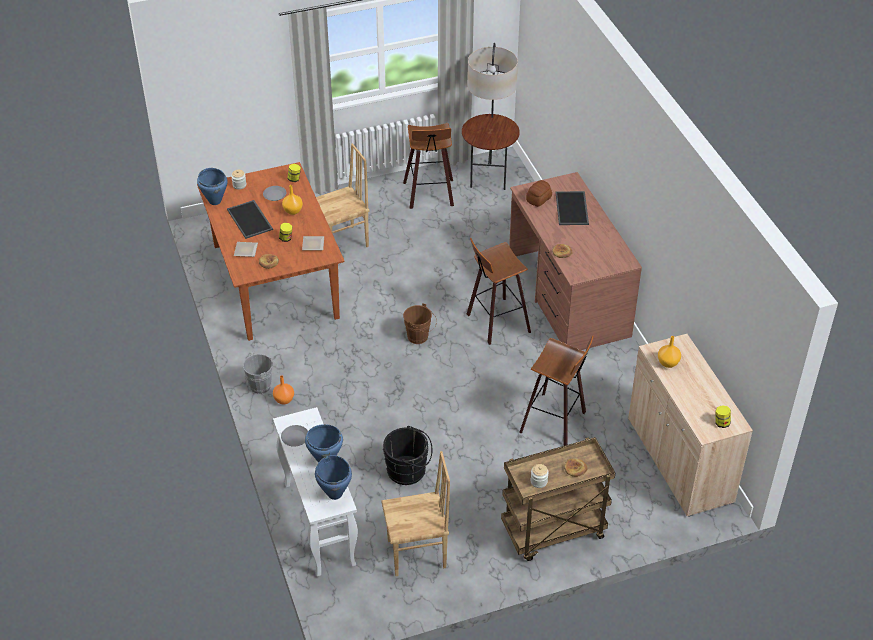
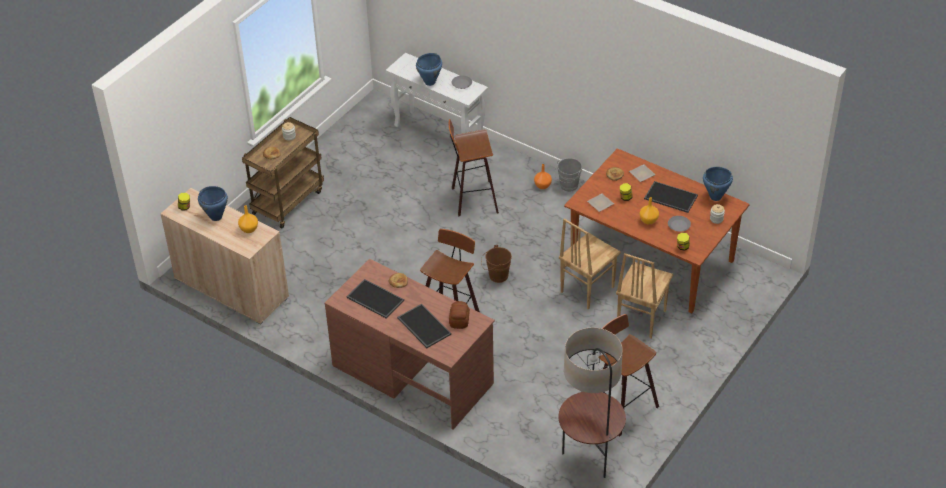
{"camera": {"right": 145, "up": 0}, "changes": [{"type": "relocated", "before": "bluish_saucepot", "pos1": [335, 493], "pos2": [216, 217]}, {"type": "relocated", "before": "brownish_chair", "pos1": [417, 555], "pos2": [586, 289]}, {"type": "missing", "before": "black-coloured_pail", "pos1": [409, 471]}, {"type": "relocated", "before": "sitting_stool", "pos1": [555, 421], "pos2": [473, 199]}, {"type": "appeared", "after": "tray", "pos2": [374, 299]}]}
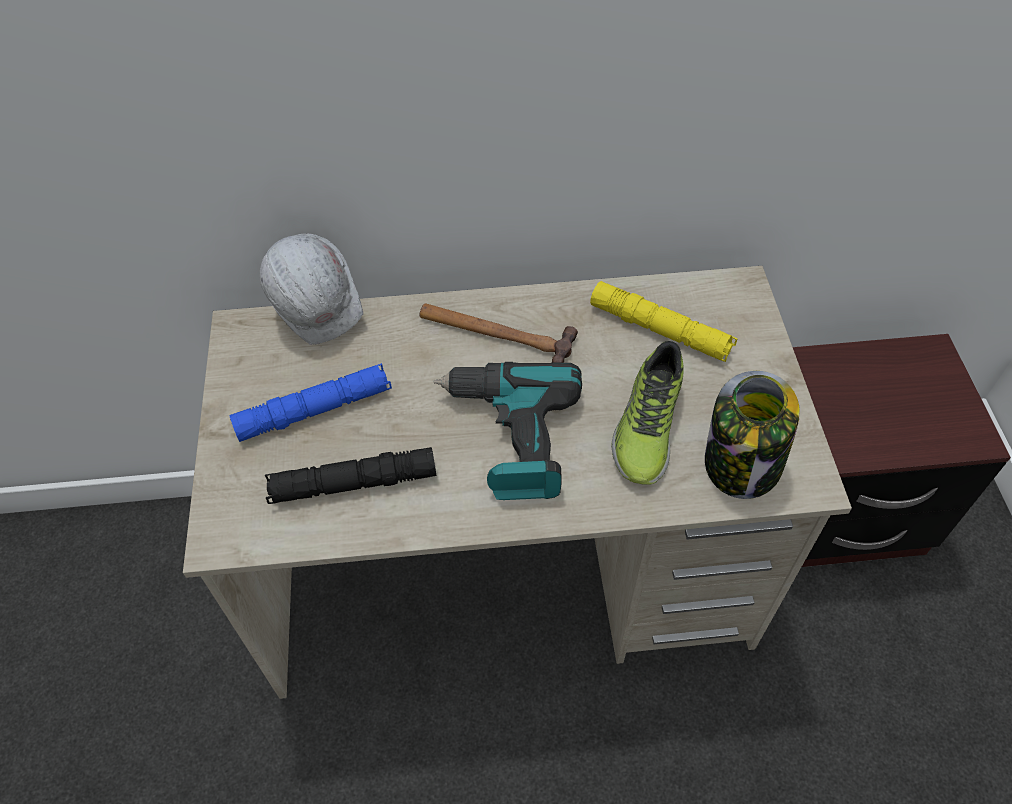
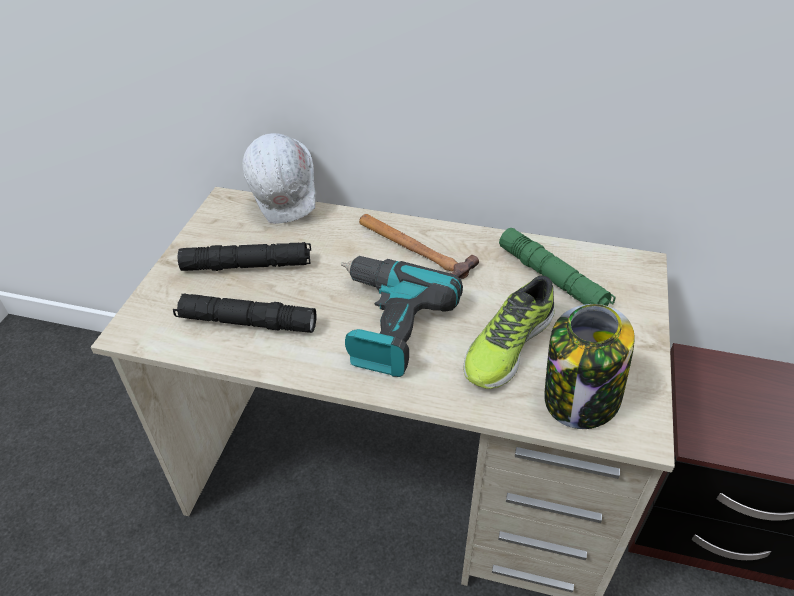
{"camera": {"right": 20, "up": -10}, "changes": [{"type": "colour", "before": "bluish_torch", "after": "black-coloured_torch", "pos1": [314, 410], "pos2": [247, 265]}, {"type": "colour", "before": "yellowish_torch", "after": "green-coloured_torch", "pos1": [660, 330], "pos2": [552, 278]}]}
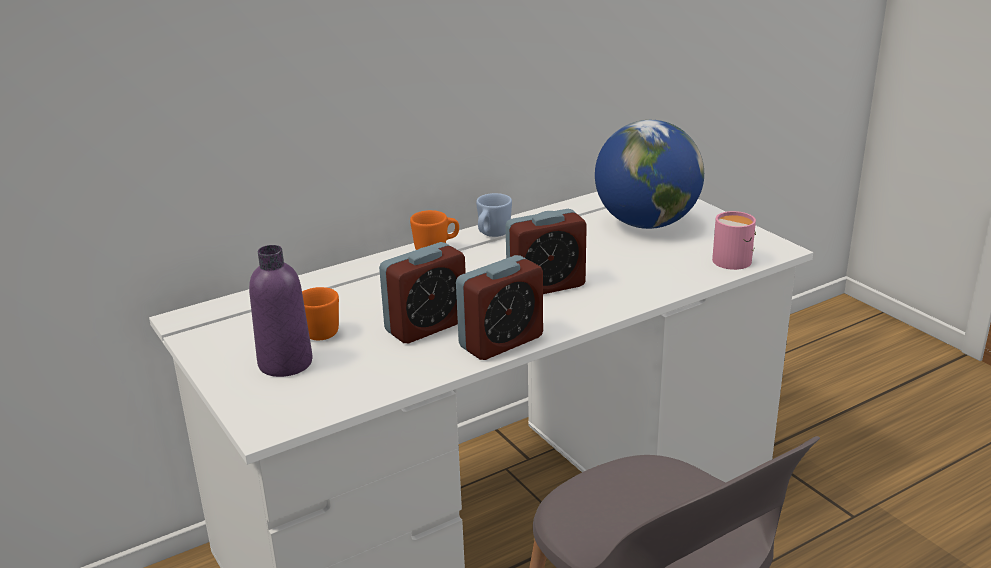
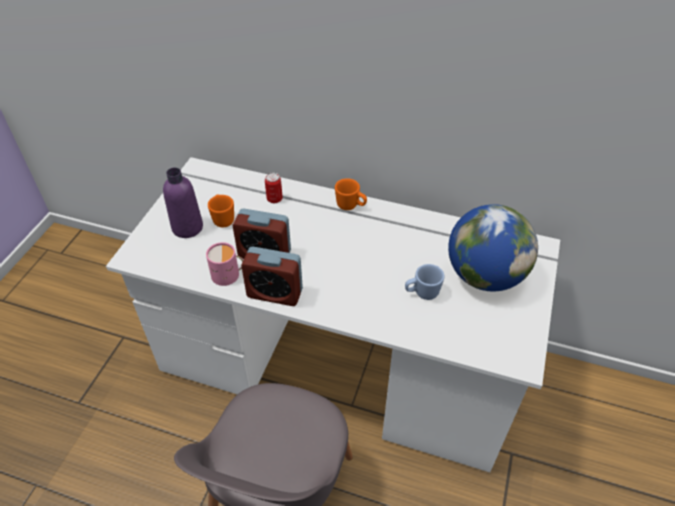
{"camera": {"right": 50, "up": 20}, "changes": [{"type": "relocated", "before": "bluish_coffee_mug", "pos1": [492, 235], "pos2": [422, 293]}, {"type": "missing", "before": "table_clock", "pos1": [546, 286]}, {"type": "relocated", "before": "pinkish_coffee_mug", "pos1": [734, 259], "pos2": [228, 275]}, {"type": "appeared", "after": "can", "pos2": [274, 199]}]}
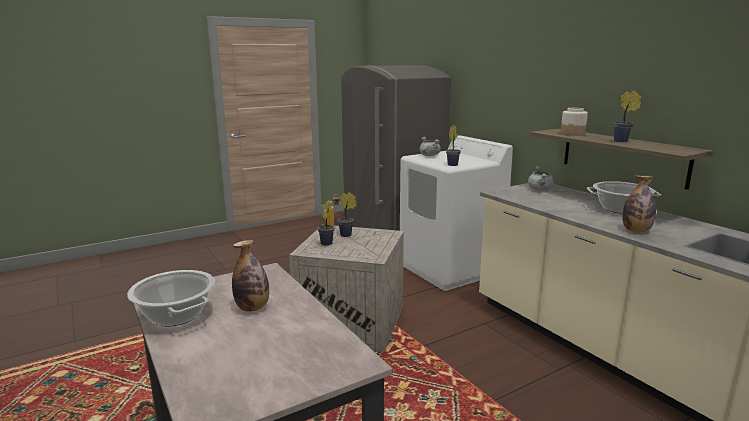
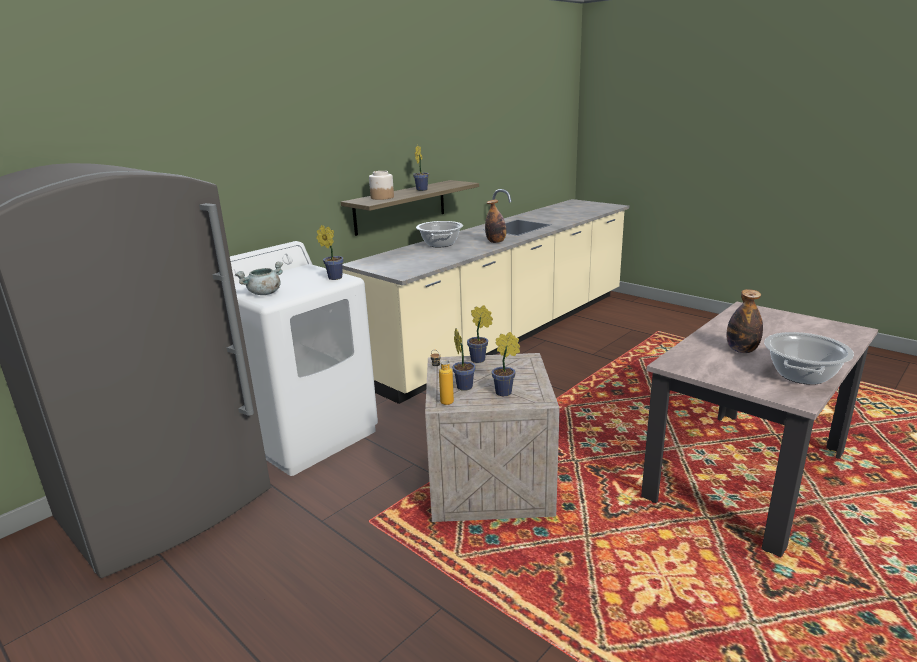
{"camera": {"right": -105, "up": 5}, "changes": [{"type": "missing", "before": "grey_saucepot", "pos1": [540, 190]}, {"type": "appeared", "after": "potted_plant", "pos2": [480, 360]}]}
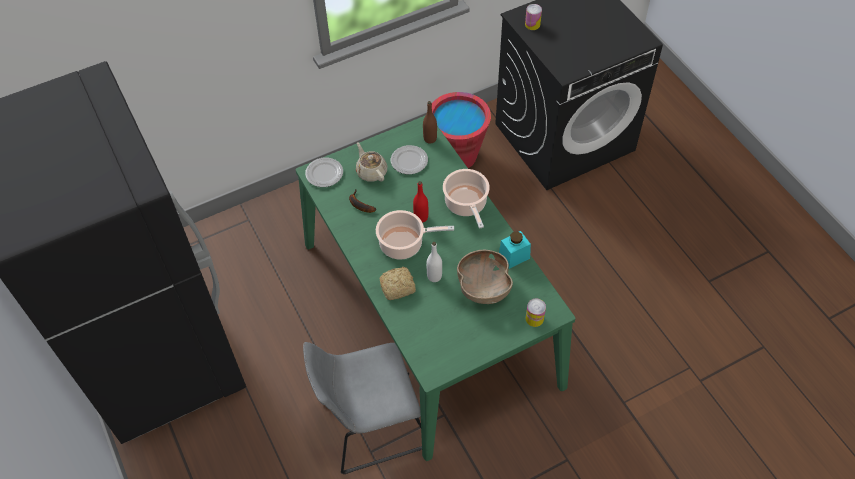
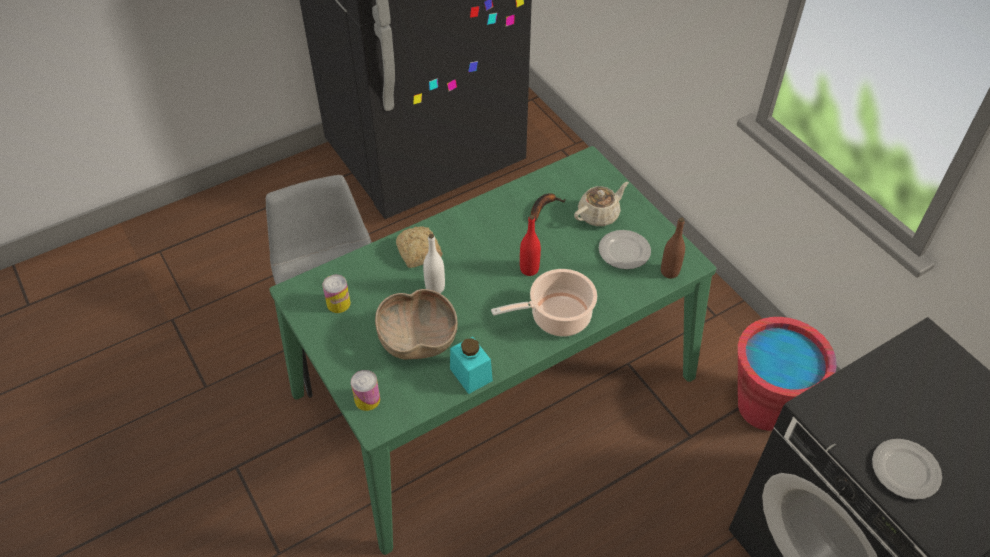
{"camera": {"right": 85, "up": -5}, "changes": [{"type": "relocated", "before": "plate", "pos1": [324, 173], "pos2": [905, 471]}, {"type": "missing", "before": "saucepot", "pos1": [404, 244]}, {"type": "relocated", "before": "can", "pos1": [532, 24], "pos2": [338, 303]}]}
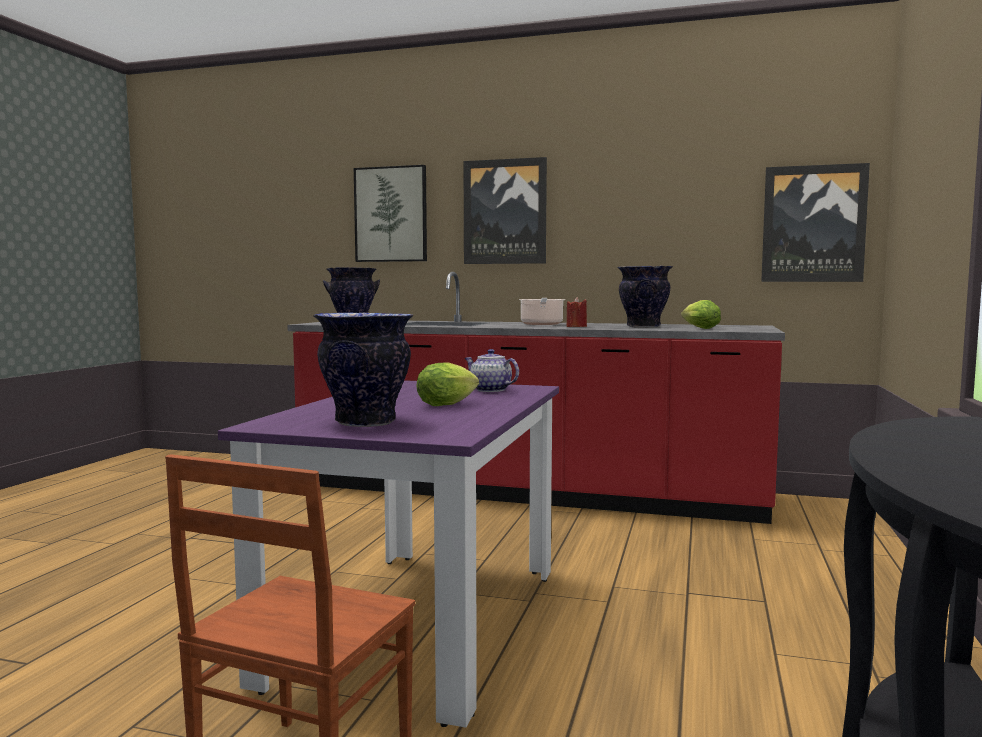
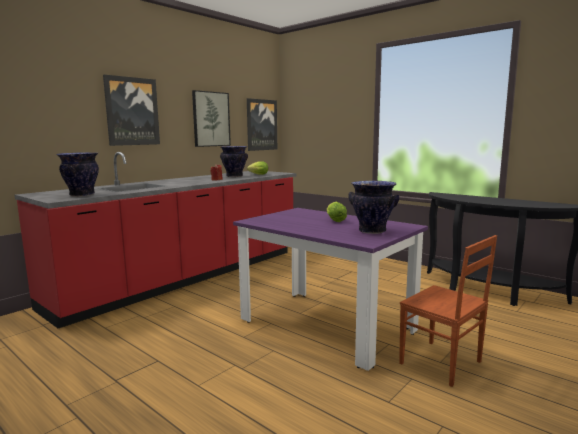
{"camera": {"right": -65, "up": 5}, "changes": [{"type": "relocated", "before": "wall_art", "pos1": [391, 214], "pos2": [211, 119]}, {"type": "missing", "before": "teapot", "pos1": [489, 390]}, {"type": "missing", "before": "saucepot", "pos1": [541, 324]}]}
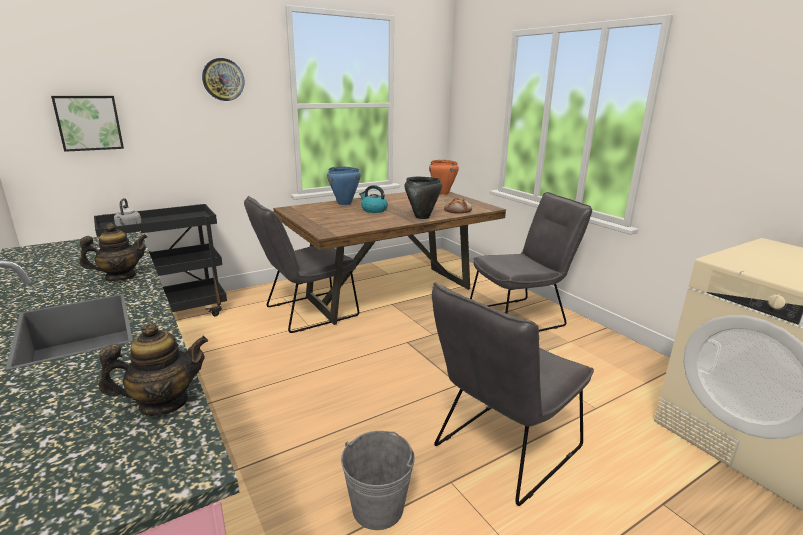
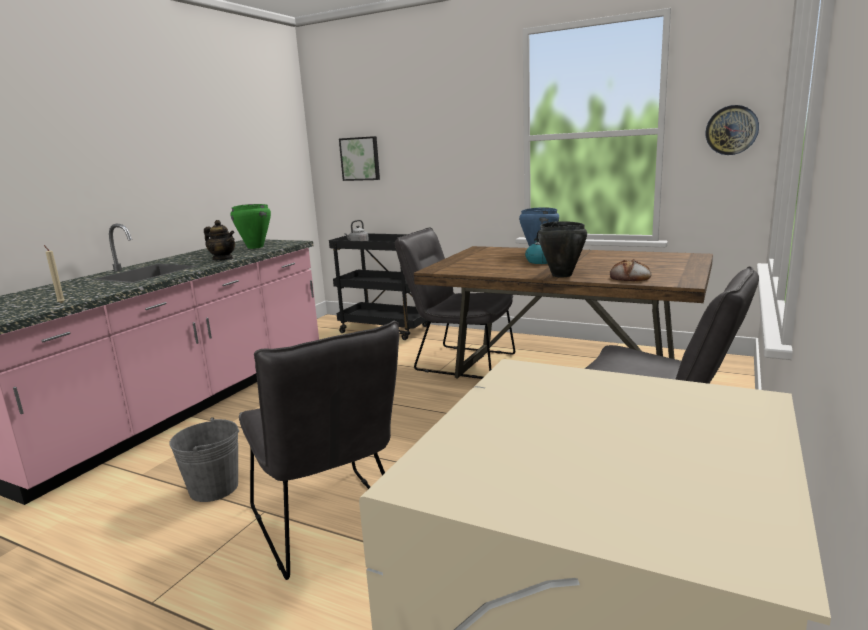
{"camera": {"right": 60, "up": -5}, "changes": [{"type": "exchanged", "before": "teapot", "after": "sand-coloured_wax_candle", "pos1": [163, 403], "pos2": [61, 303]}, {"type": "relocated", "before": "clock_on_the_wall", "pos1": [223, 79], "pos2": [731, 130]}, {"type": "missing", "before": "orange_saucepot", "pos1": [442, 193]}, {"type": "spun", "before": "grey_chair", "pos1": [501, 451], "pos2": [330, 526], "turn": -135}, {"type": "appeared", "after": "green-coloured_saucepot", "pos2": [255, 247]}]}
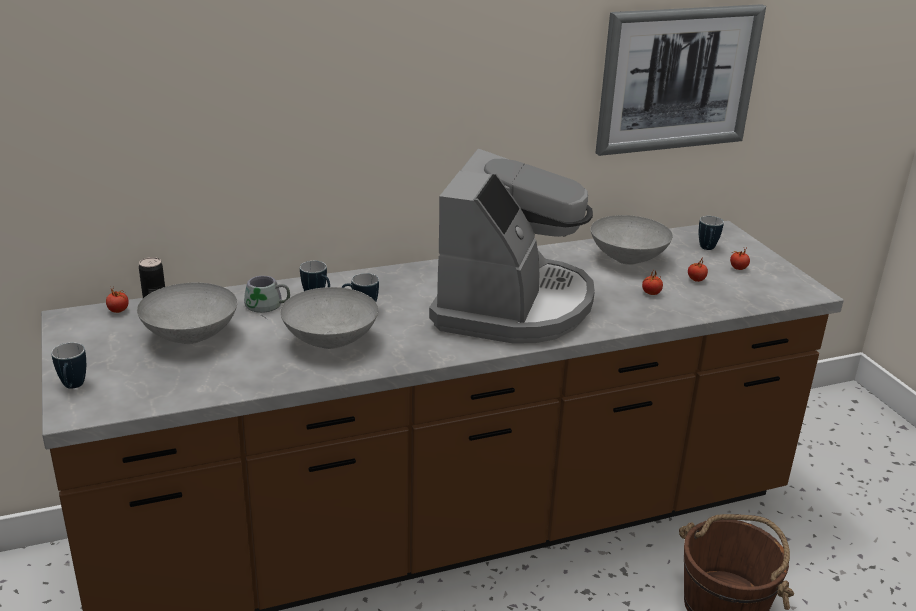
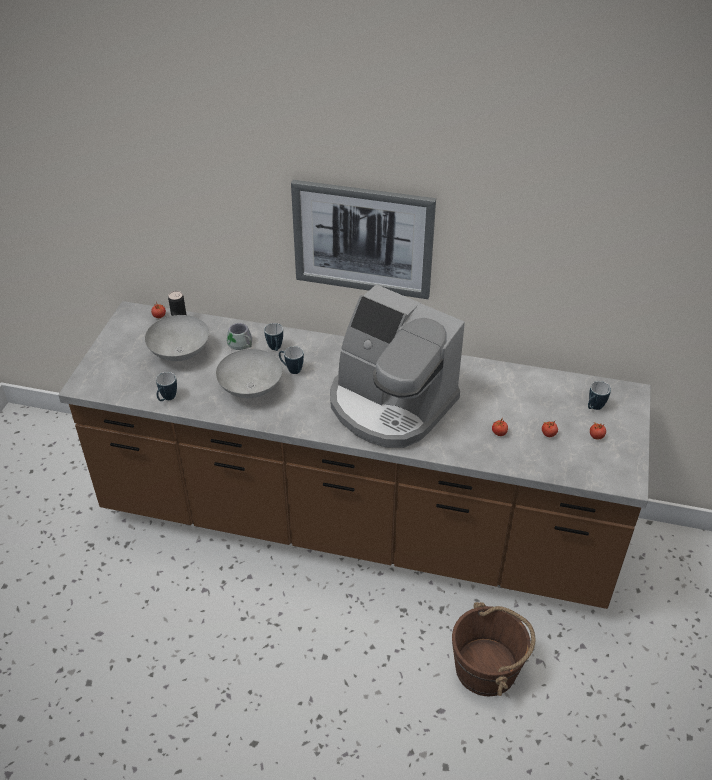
{"camera": {"right": 35, "up": 15}, "changes": [{"type": "relocated", "before": "coffee_mug", "pos1": [73, 387], "pos2": [167, 399]}, {"type": "spun", "before": "coffee_brewer", "pos1": [512, 305], "pos2": [390, 404], "turn": 75}, {"type": "missing", "before": "grey_bowl", "pos1": [628, 260]}, {"type": "relocated", "before": "wall_art", "pos1": [677, 79], "pos2": [363, 239]}]}
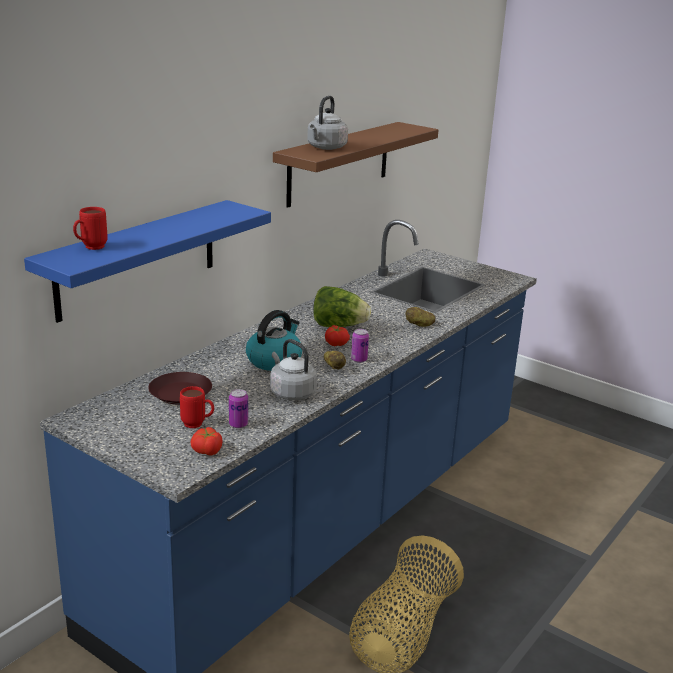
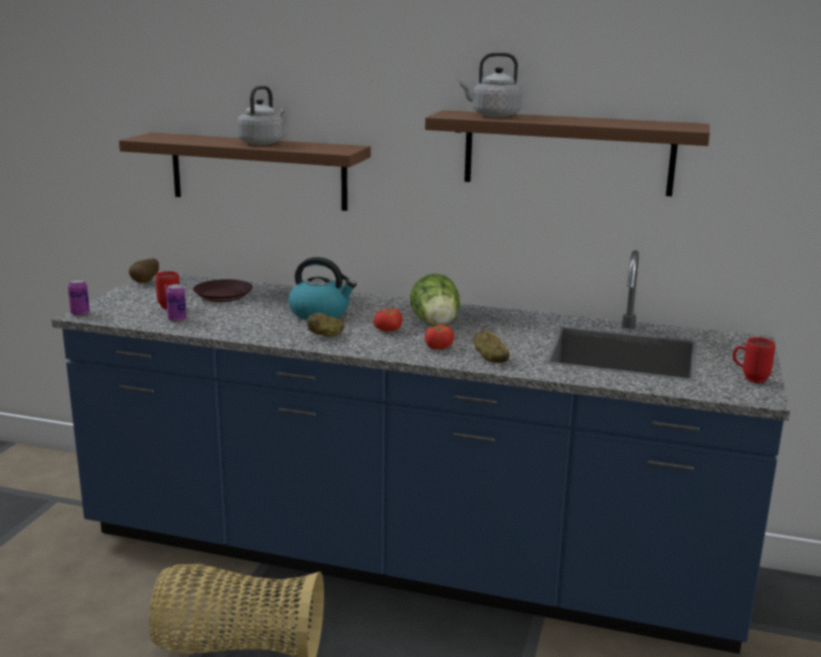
{"camera": {"right": 70, "up": -5}, "changes": [{"type": "colour", "before": "bluish_wall_shelf", "after": "brownish_wall_shelf", "pos1": [138, 259], "pos2": [258, 171]}, {"type": "relocated", "before": "red-coloured_coffee_mug", "pos1": [90, 248], "pos2": [749, 378]}, {"type": "relocated", "before": "whole_tomato", "pos1": [206, 451], "pos2": [438, 347]}, {"type": "relocated", "before": "grey_water_kettle", "pos1": [291, 392], "pos2": [262, 143]}, {"type": "relocated", "before": "can", "pos1": [359, 359], "pos2": [80, 313]}, {"type": "appeared", "after": "spud", "pos2": [146, 282]}]}
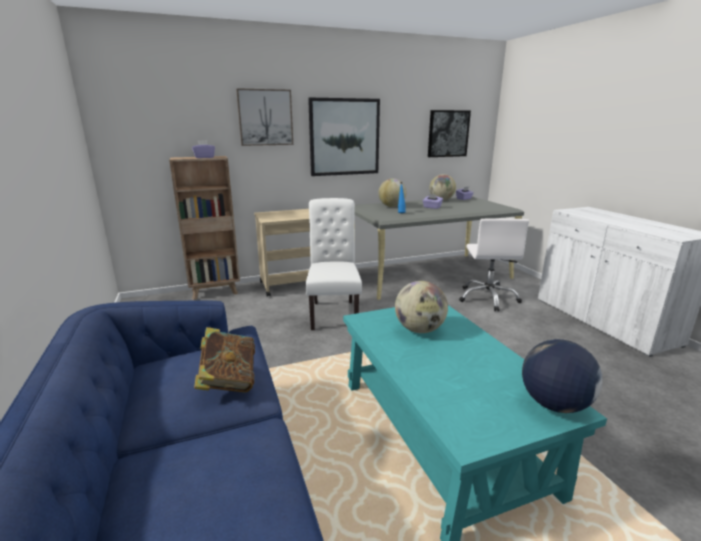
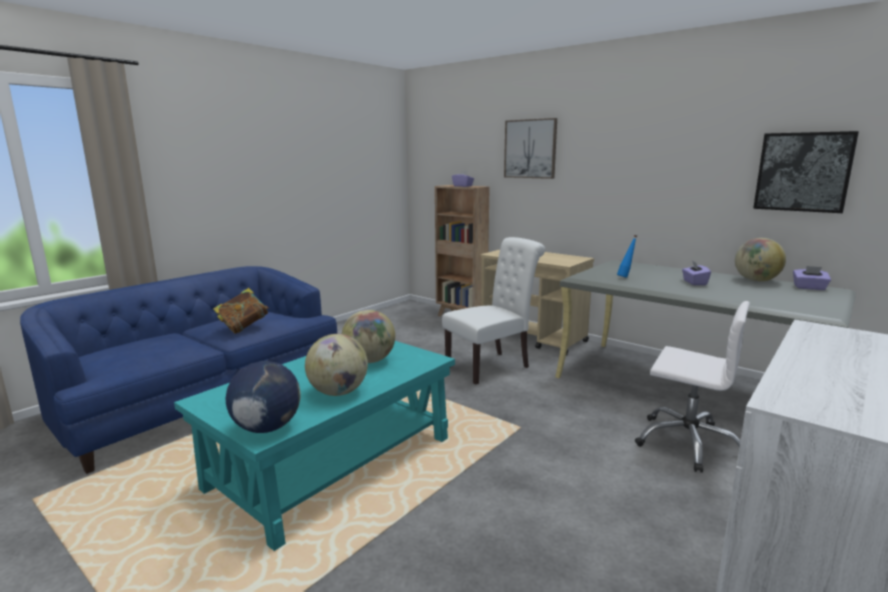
{"camera": {"right": 60, "up": -5}, "changes": [{"type": "missing", "before": "wall_art", "pos1": [344, 137]}, {"type": "relocated", "before": "globe", "pos1": [391, 206], "pos2": [338, 392]}, {"type": "spun", "before": "white_computer_chair", "pos1": [488, 298], "pos2": [688, 442], "turn": -120}]}
